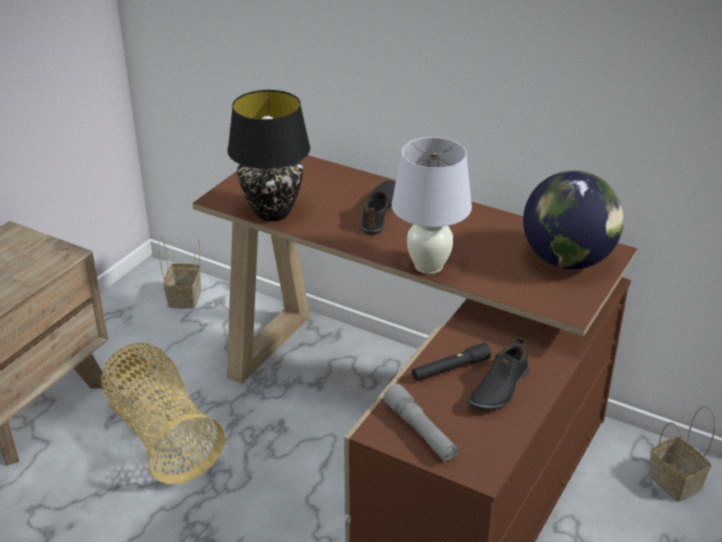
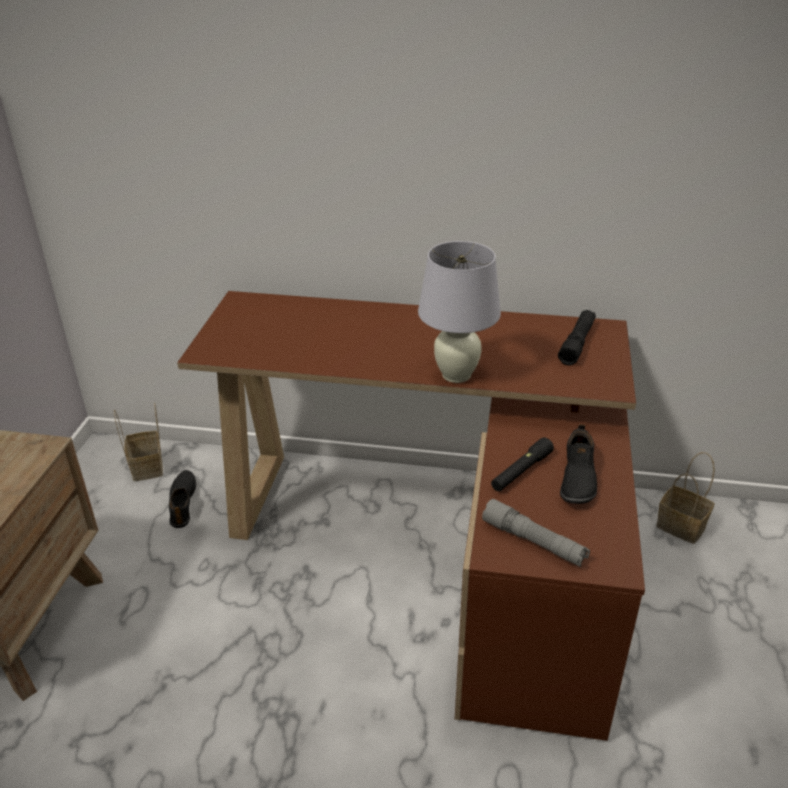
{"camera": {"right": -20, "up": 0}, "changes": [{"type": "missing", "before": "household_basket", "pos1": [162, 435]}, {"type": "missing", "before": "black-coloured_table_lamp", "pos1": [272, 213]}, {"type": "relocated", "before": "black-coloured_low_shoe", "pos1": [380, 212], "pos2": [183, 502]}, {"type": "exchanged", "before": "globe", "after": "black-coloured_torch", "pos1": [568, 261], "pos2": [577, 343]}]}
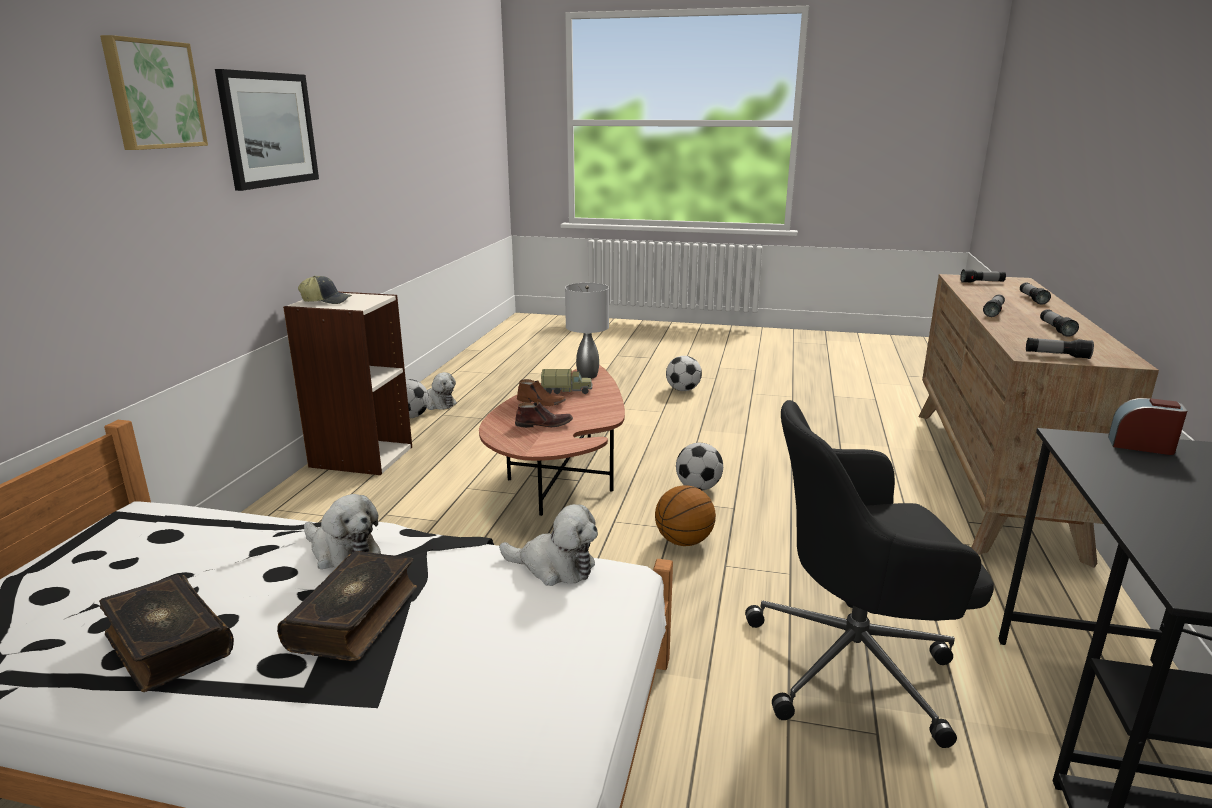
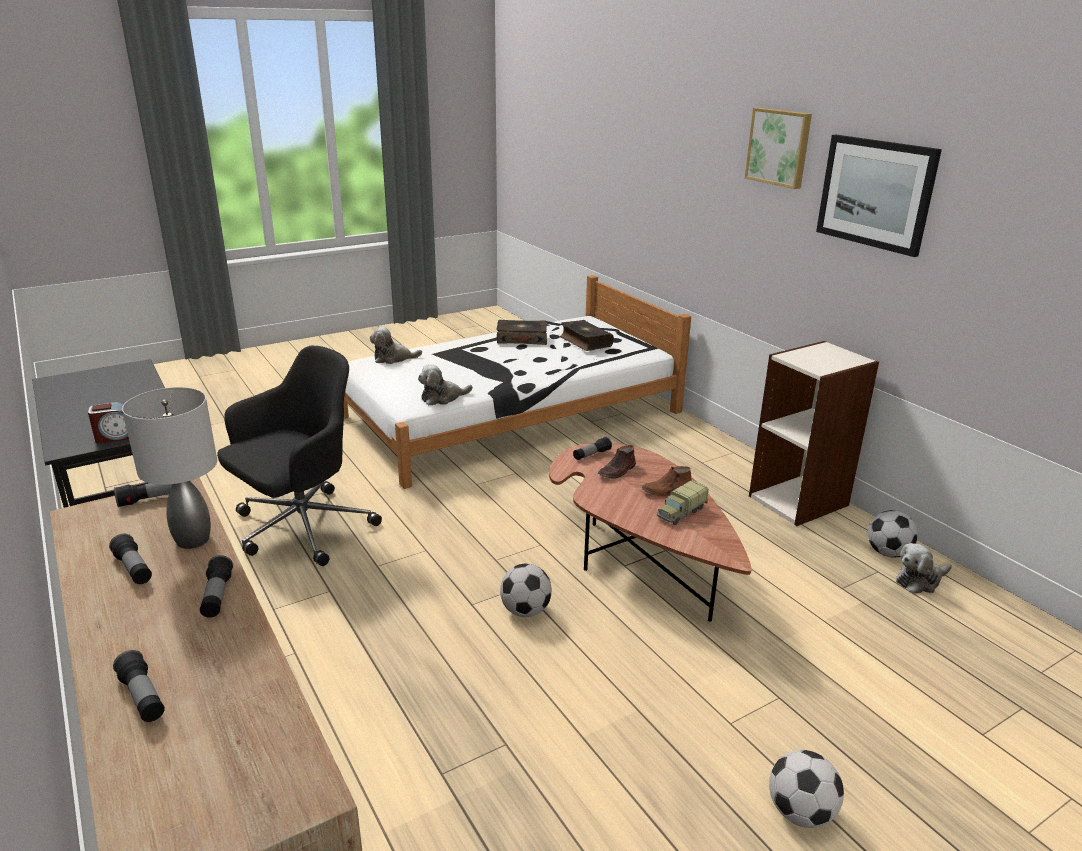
{"camera": {"right": 135, "up": 5}, "changes": [{"type": "relocated", "before": "book", "pos1": [356, 617], "pos2": [585, 342]}, {"type": "missing", "before": "cap", "pos1": [327, 301]}, {"type": "relocated", "before": "plush_toy", "pos1": [342, 552], "pos2": [393, 358]}, {"type": "relocated", "before": "grey_table_lamp", "pos1": [587, 375], "pos2": [194, 540]}, {"type": "missing", "before": "ball_for_basketball", "pos1": [683, 541]}, {"type": "relocated", "before": "torch", "pos1": [982, 282], "pos2": [591, 455]}]}
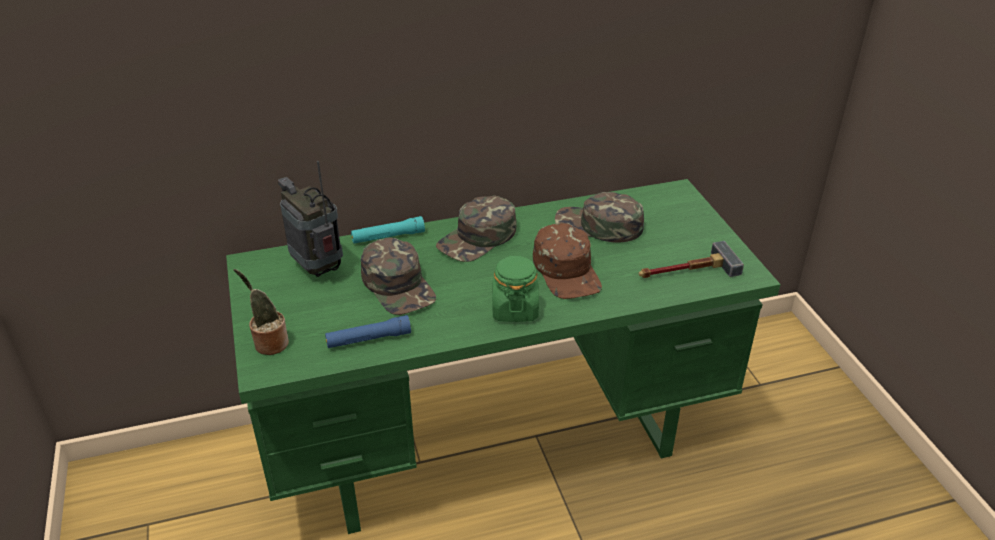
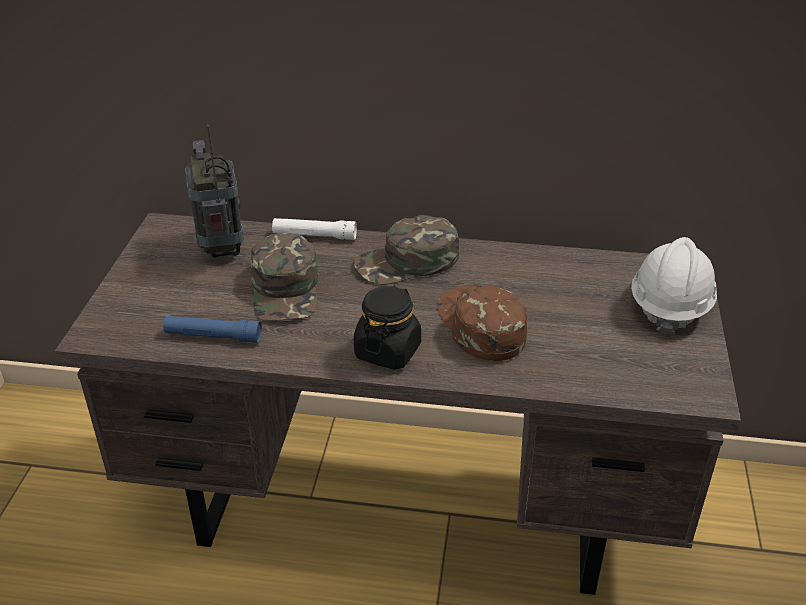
{"camera": {"right": 25, "up": 0}, "changes": [{"type": "colour", "before": "green-coloured_desk", "after": "brownish_desk", "pos1": [499, 441], "pos2": [406, 505]}, {"type": "missing", "before": "potted_plant", "pos1": [269, 343]}, {"type": "colour", "before": "turquoise-coloured_torch", "after": "white_torch", "pos1": [388, 237], "pos2": [314, 236]}, {"type": "colour", "before": "green-coloured_preserve_jar", "after": "black-coloured_preserve_jar", "pos1": [514, 309], "pos2": [388, 351]}, {"type": "spun", "before": "brownish_cap", "pos1": [567, 271], "pos2": [479, 325], "turn": 150}, {"type": "missing", "before": "green-coloured_cap", "pos1": [598, 226]}, {"type": "missing", "before": "tool_hammer", "pos1": [685, 271]}, {"type": "appeared", "after": "white_safety_helmet", "pos2": [669, 306]}]}
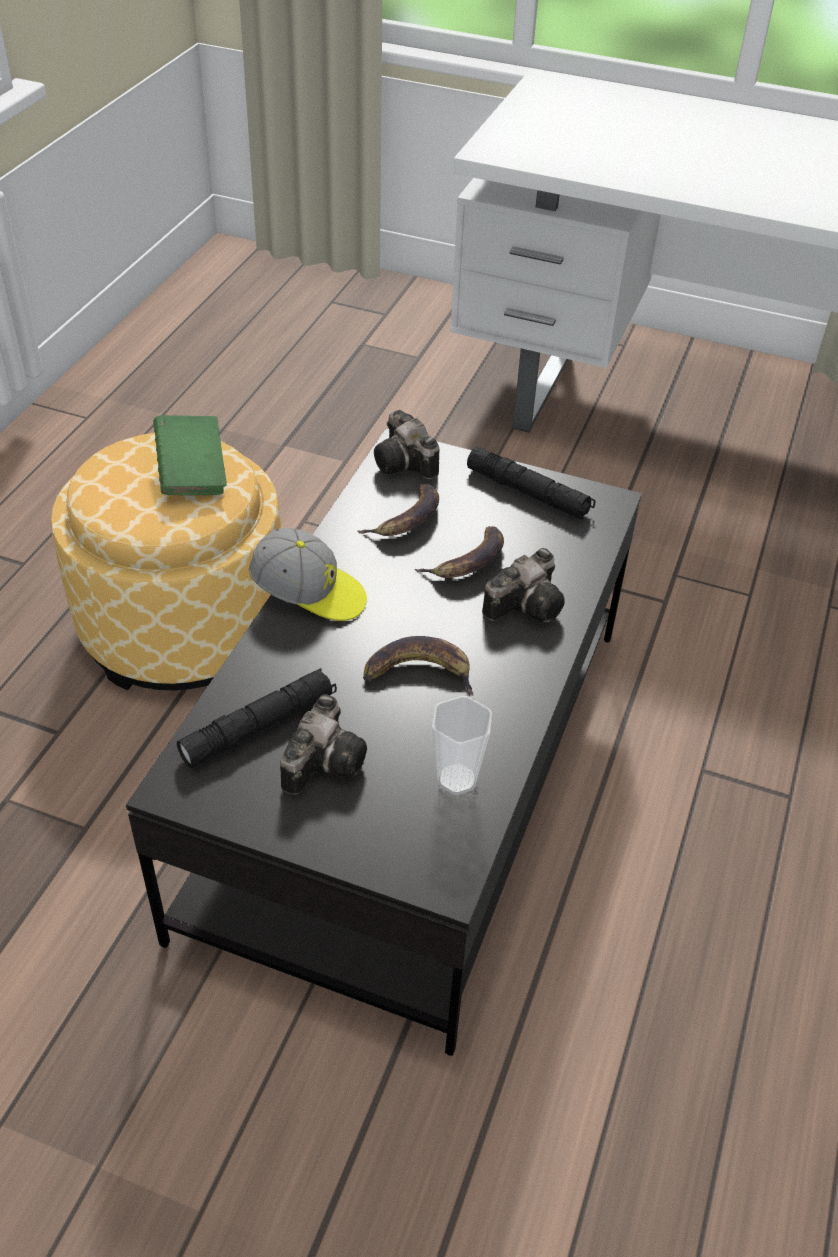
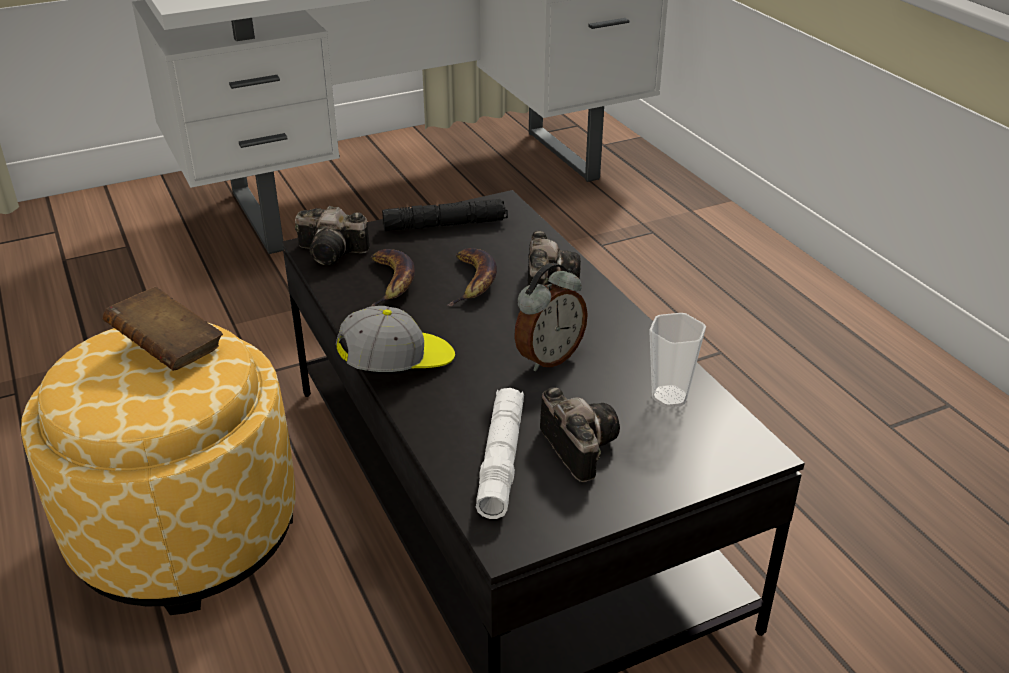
{"camera": {"right": -45, "up": -10}, "changes": [{"type": "colour", "before": "green-coloured_book", "after": "brownish_book", "pos1": [192, 474], "pos2": [168, 349]}, {"type": "colour", "before": "black-coloured_torch", "after": "white_torch", "pos1": [259, 726], "pos2": [501, 460]}, {"type": "exchanged", "before": "whole_banana", "after": "table_clock", "pos1": [419, 672], "pos2": [548, 358]}]}
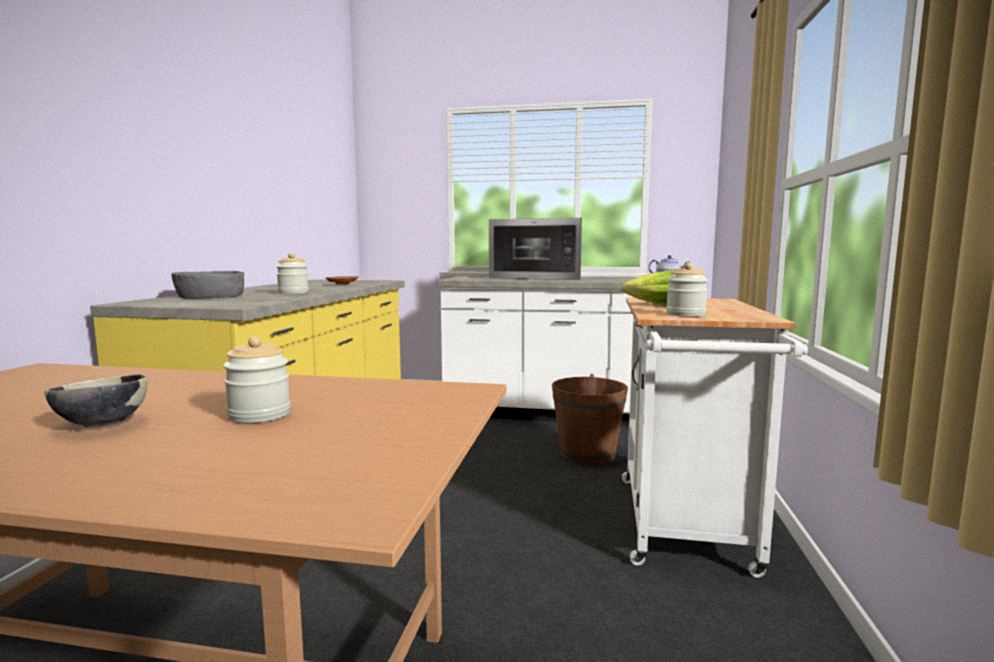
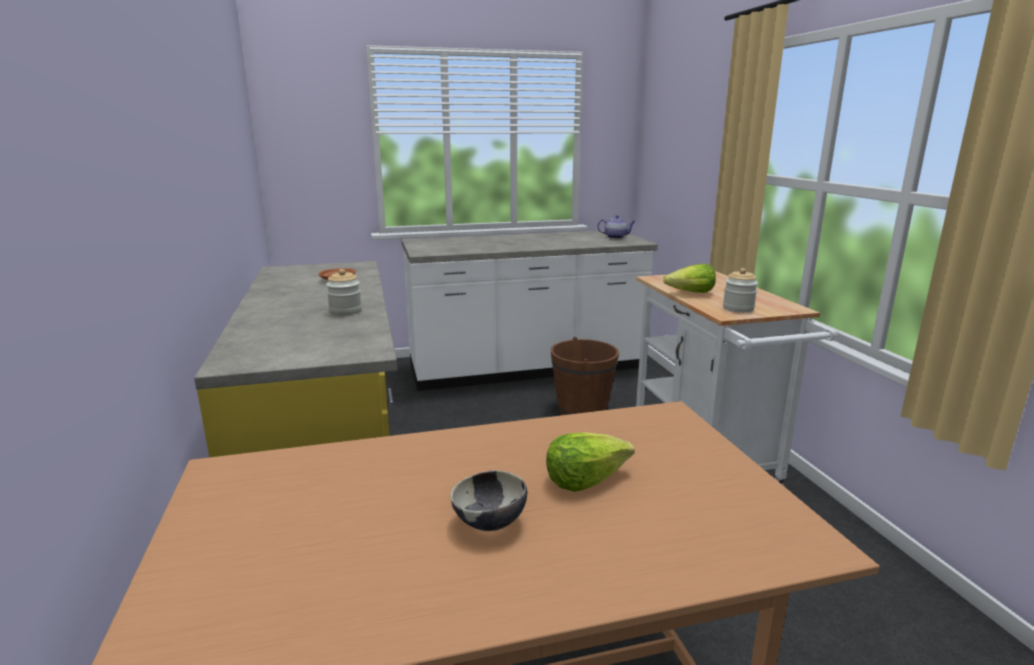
{"camera": {"right": -25, "up": 10}, "changes": [{"type": "missing", "before": "grey_bowl", "pos1": [209, 296]}, {"type": "exchanged", "before": "preserve_jar", "after": "head_of_lettuce", "pos1": [259, 414], "pos2": [585, 479]}, {"type": "missing", "before": "microwave", "pos1": [540, 277]}]}
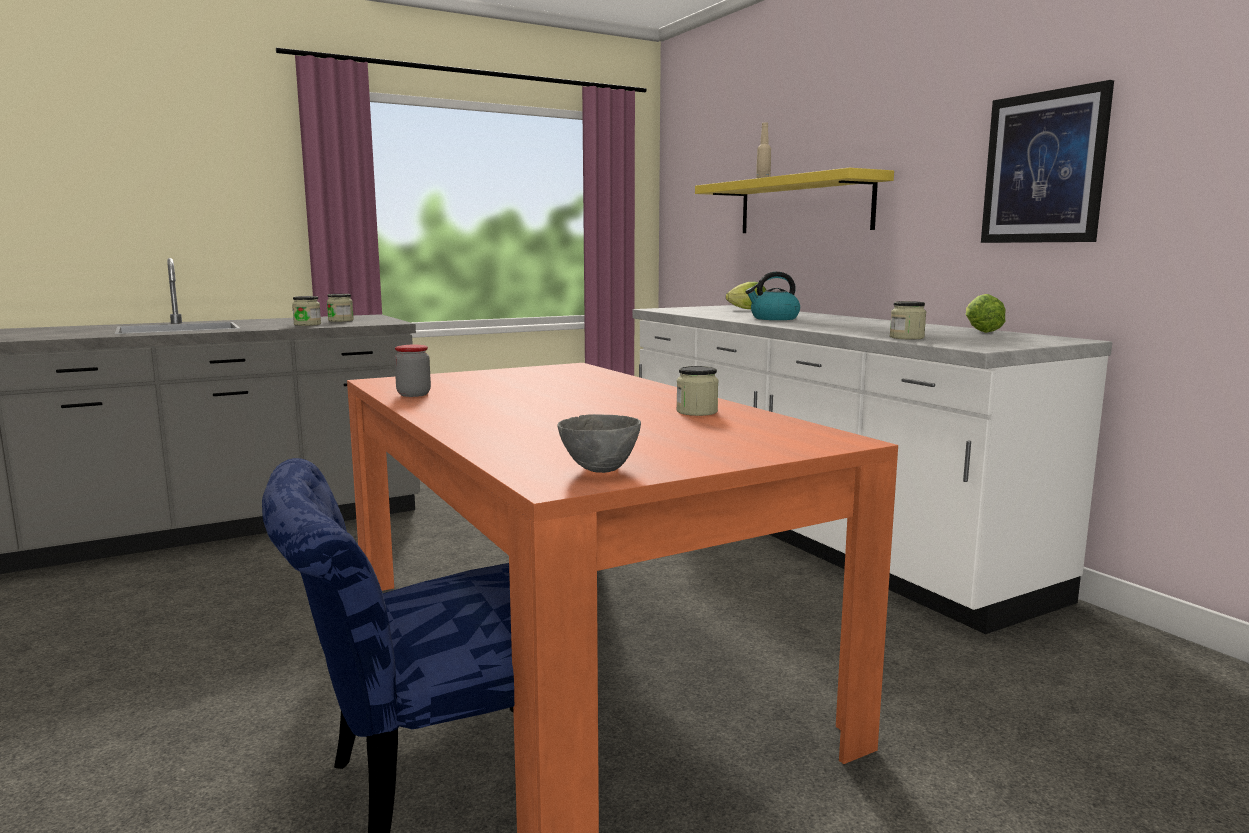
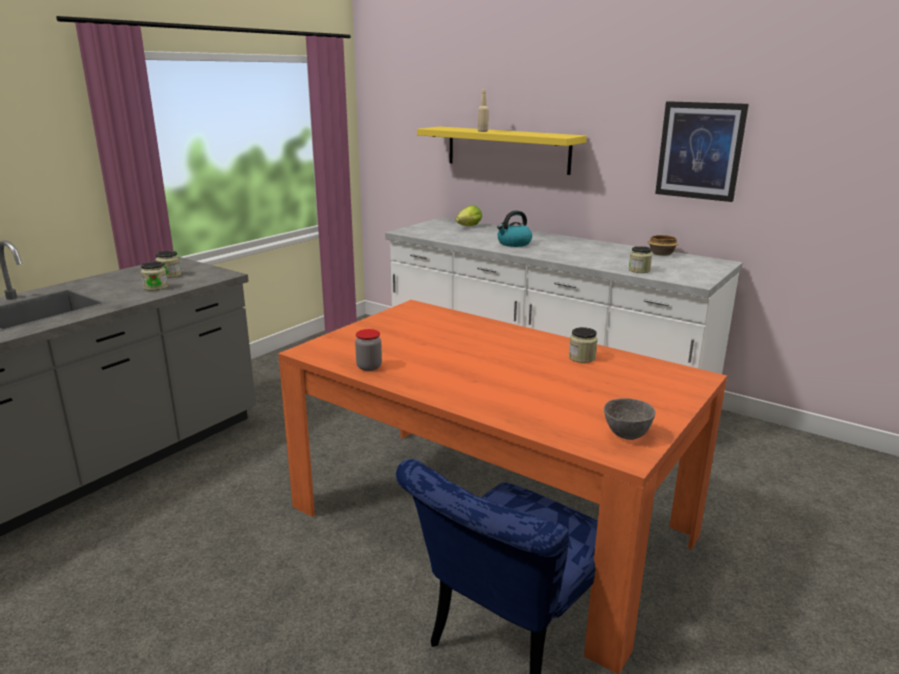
{"camera": {"right": -25, "up": 10}, "changes": [{"type": "exchanged", "before": "head_of_lettuce", "after": "bowl", "pos1": [980, 331], "pos2": [661, 254]}]}
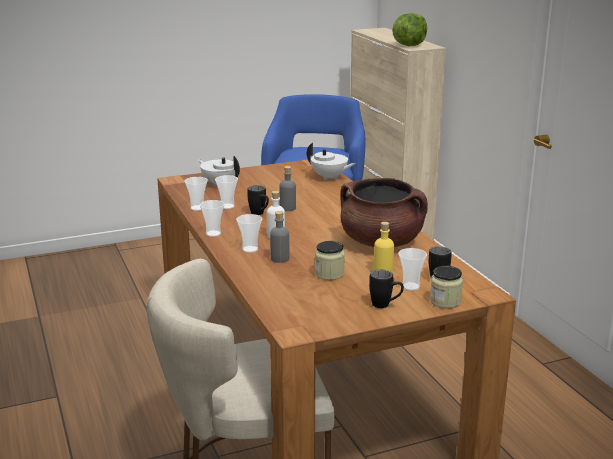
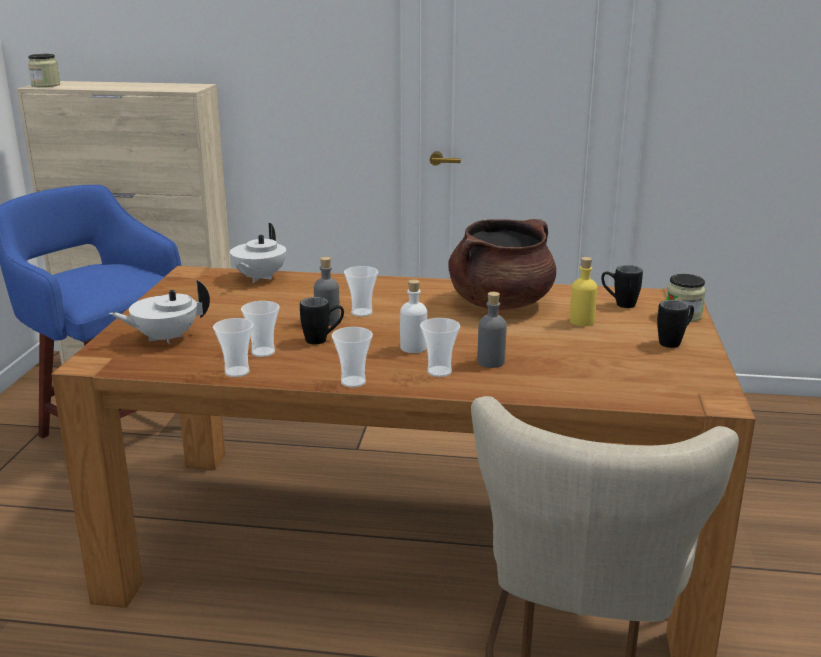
{"camera": {"right": -60, "up": 0}, "changes": [{"type": "spun", "before": "white_teapot", "pos1": [329, 177], "pos2": [258, 278], "turn": 135}, {"type": "relocated", "before": "preserve_jar", "pos1": [329, 274], "pos2": [46, 85]}, {"type": "missing", "before": "head_of_lettuce", "pos1": [409, 45]}, {"type": "relocated", "before": "drinking_cup", "pos1": [410, 286], "pos2": [362, 312]}]}
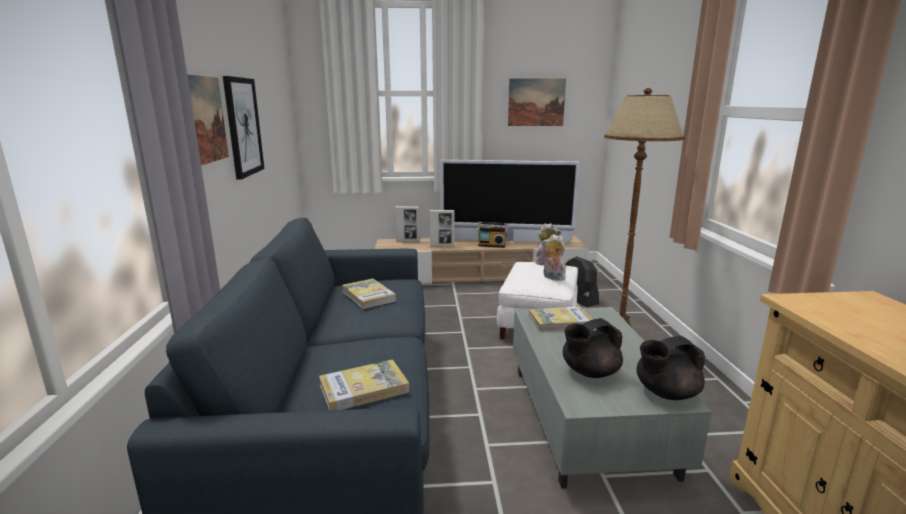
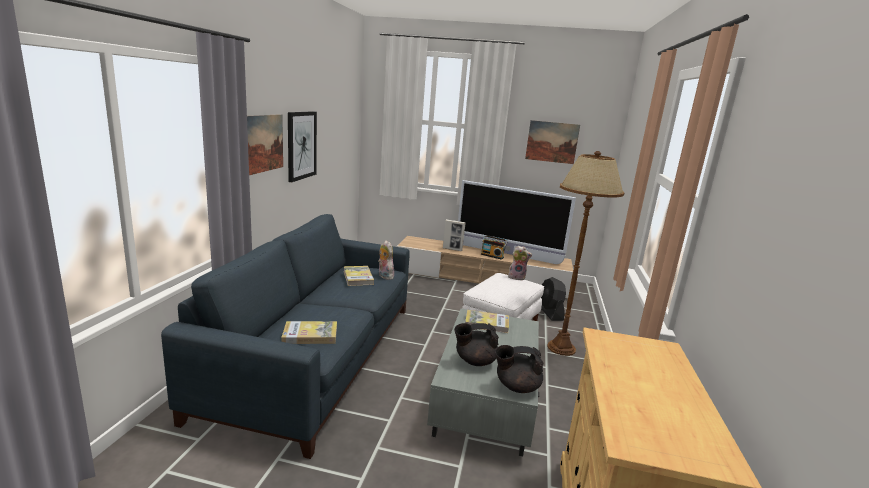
{"camera": {"right": 15, "up": 0}, "changes": [{"type": "missing", "before": "standing_frame", "pos1": [408, 241]}, {"type": "relocated", "before": "plush_toy", "pos1": [552, 277], "pos2": [384, 276]}]}
